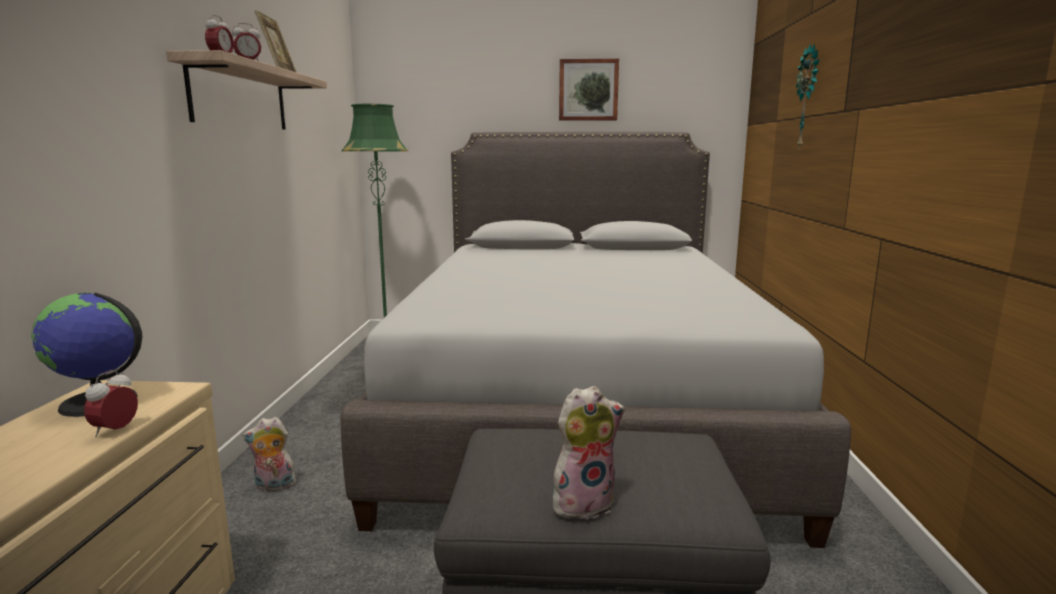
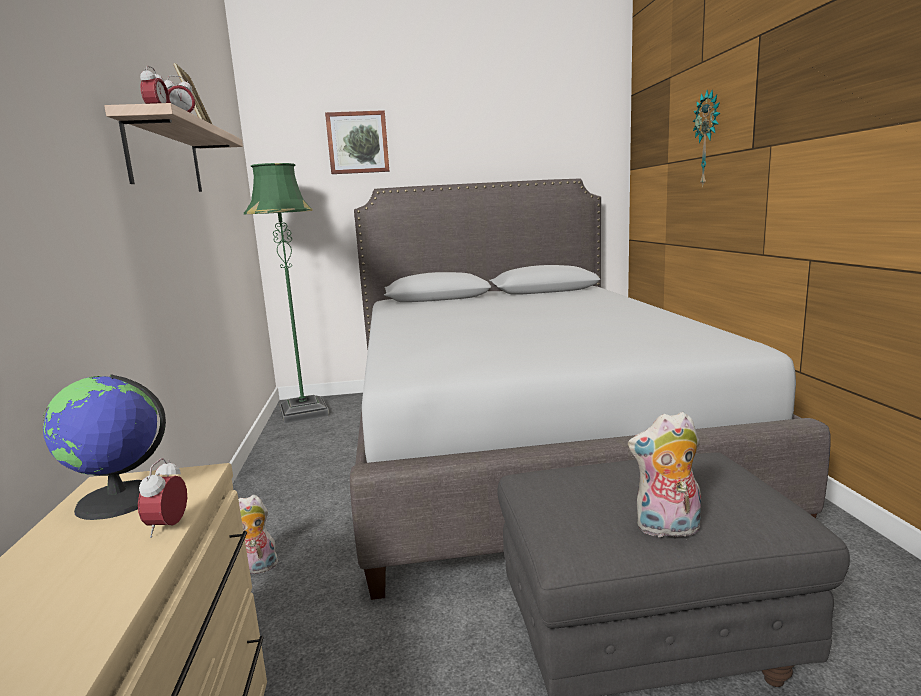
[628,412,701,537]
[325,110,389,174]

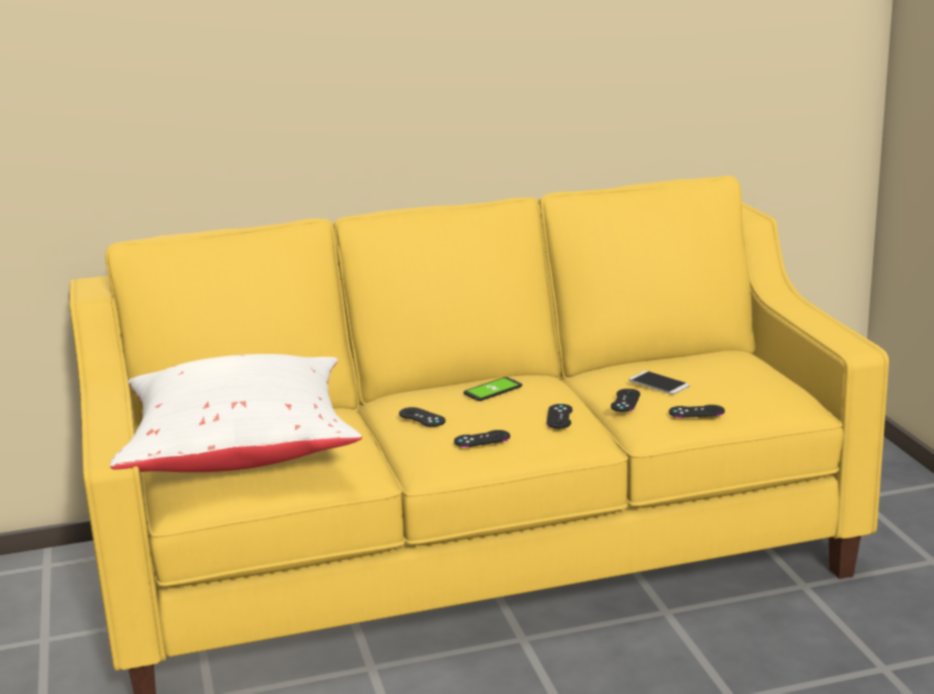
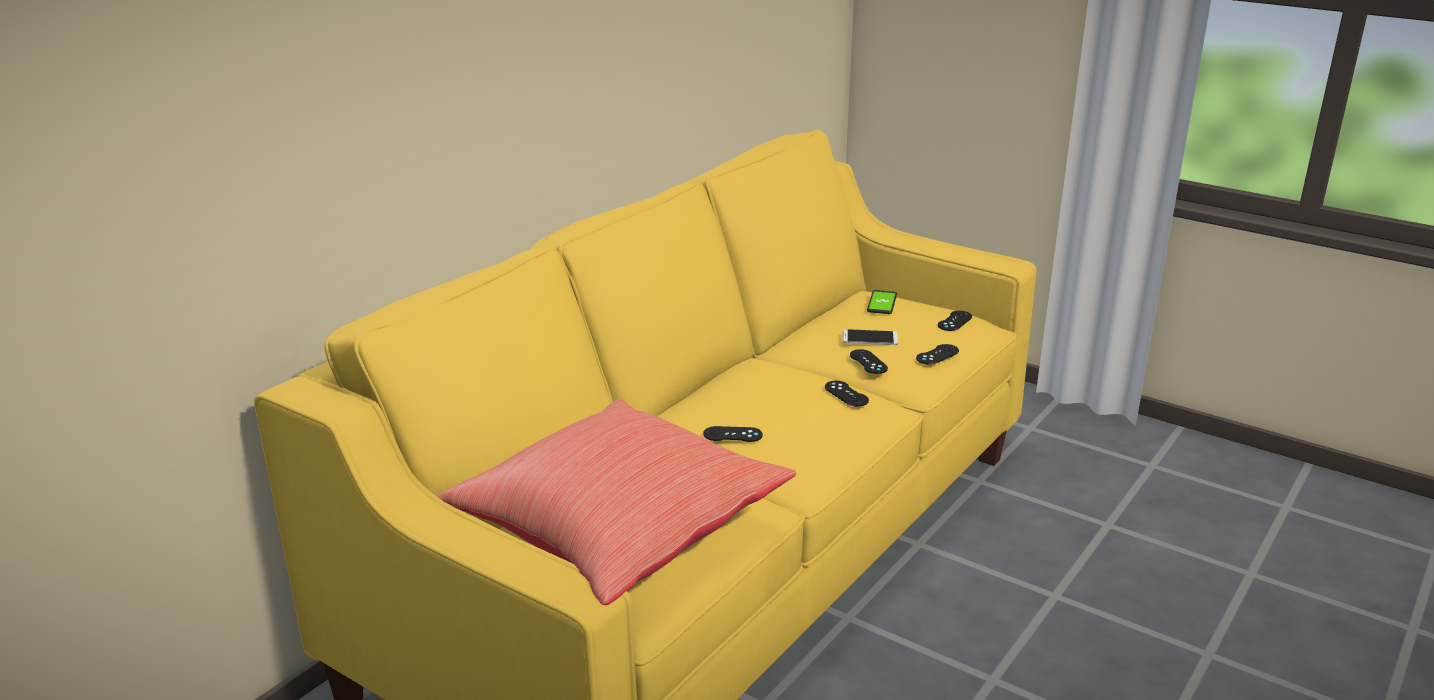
[437,398,796,605]
[938,311,972,331]
[867,290,897,314]

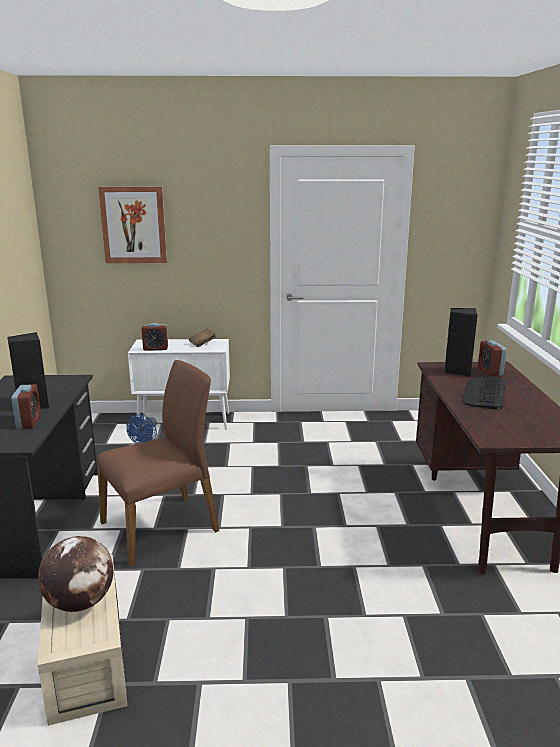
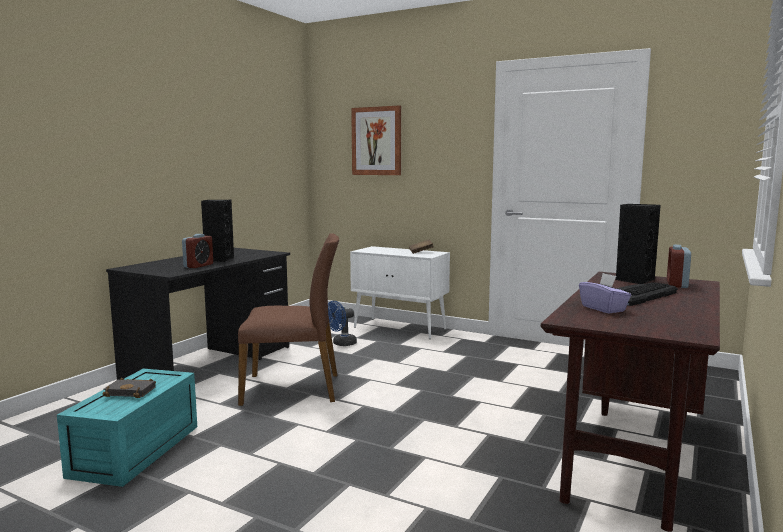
[103,377,156,398]
[57,369,197,487]
[141,323,168,351] (first image)
[579,273,632,313]

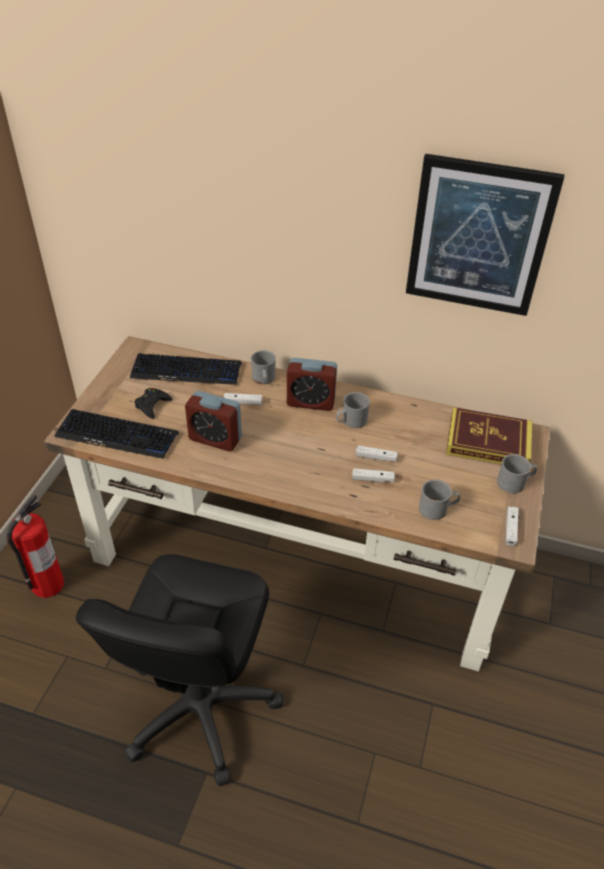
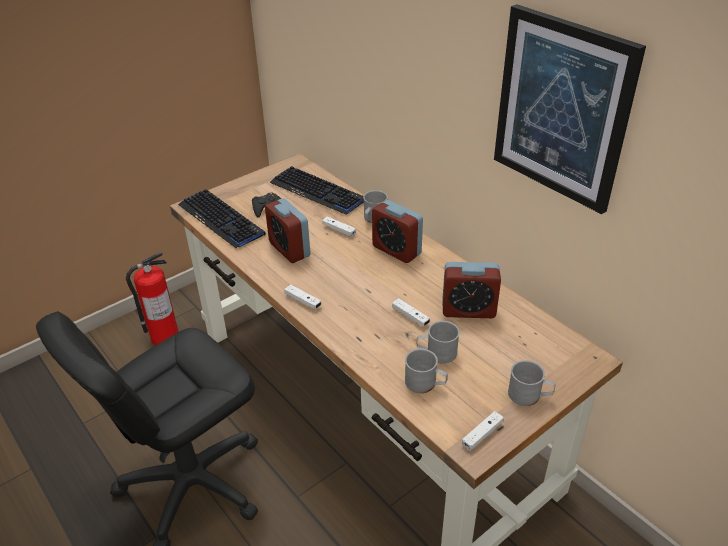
[417,321,460,364]
[284,284,321,309]
[446,407,532,465] (first image)
[442,262,501,318]

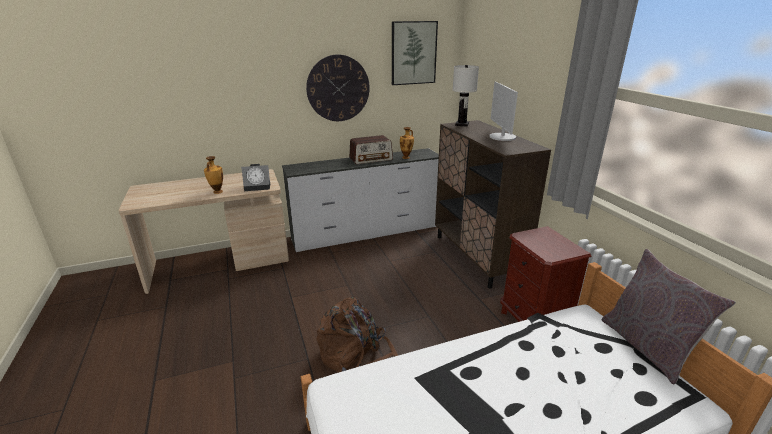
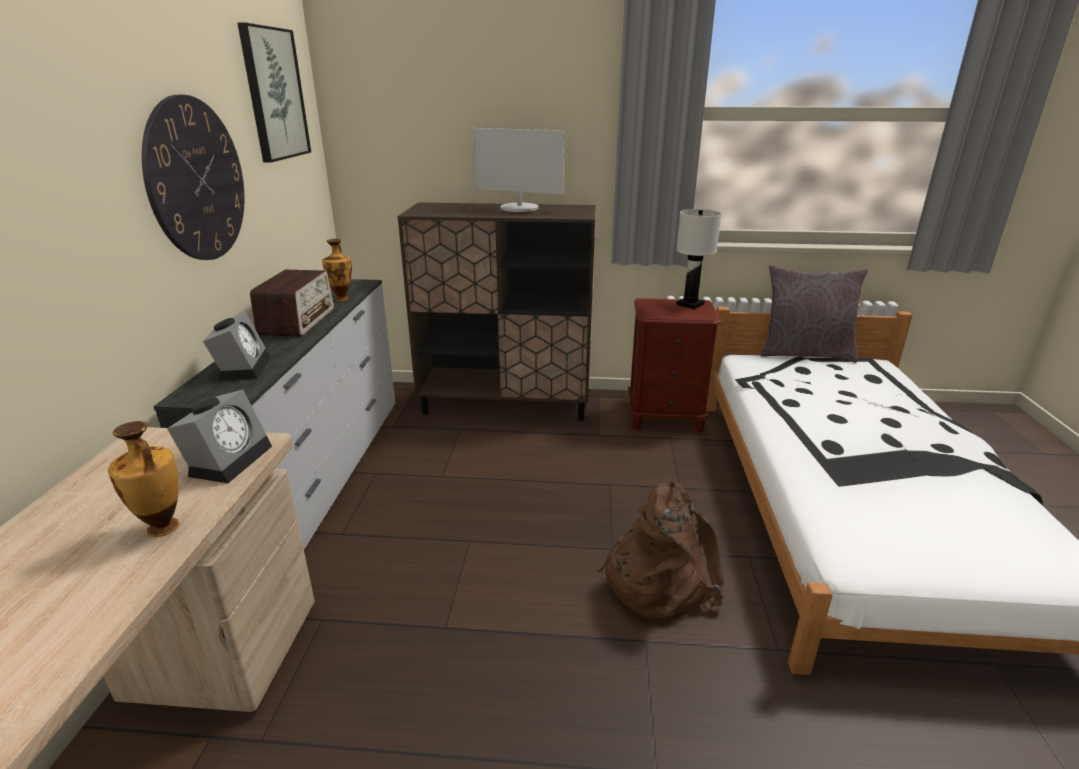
[676,209,721,309]
[203,312,271,381]

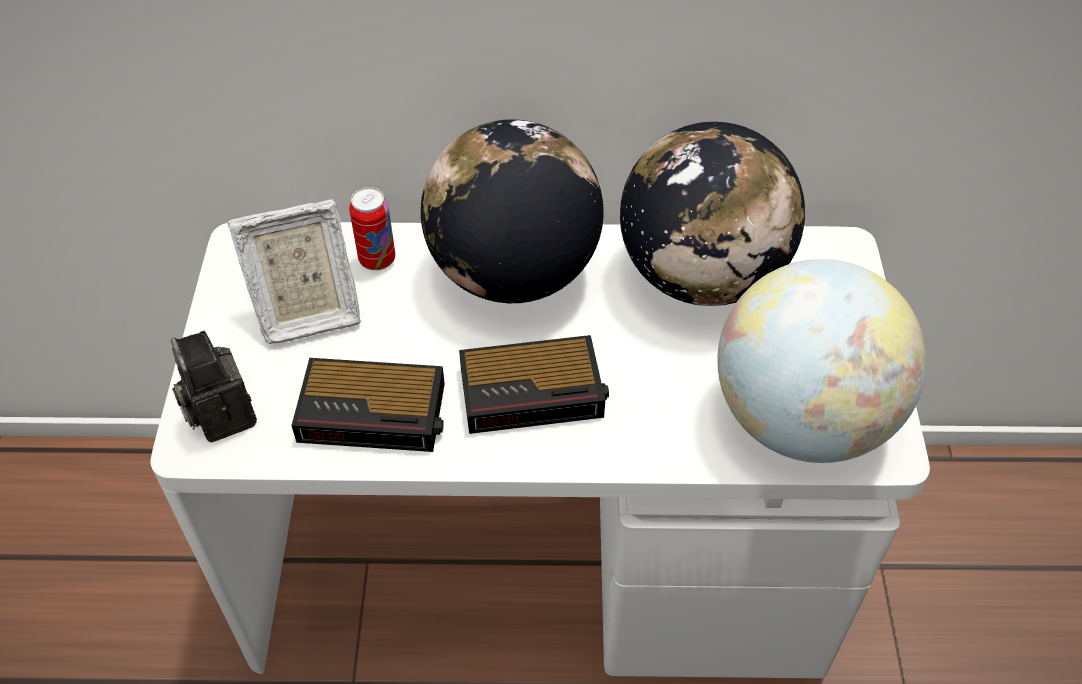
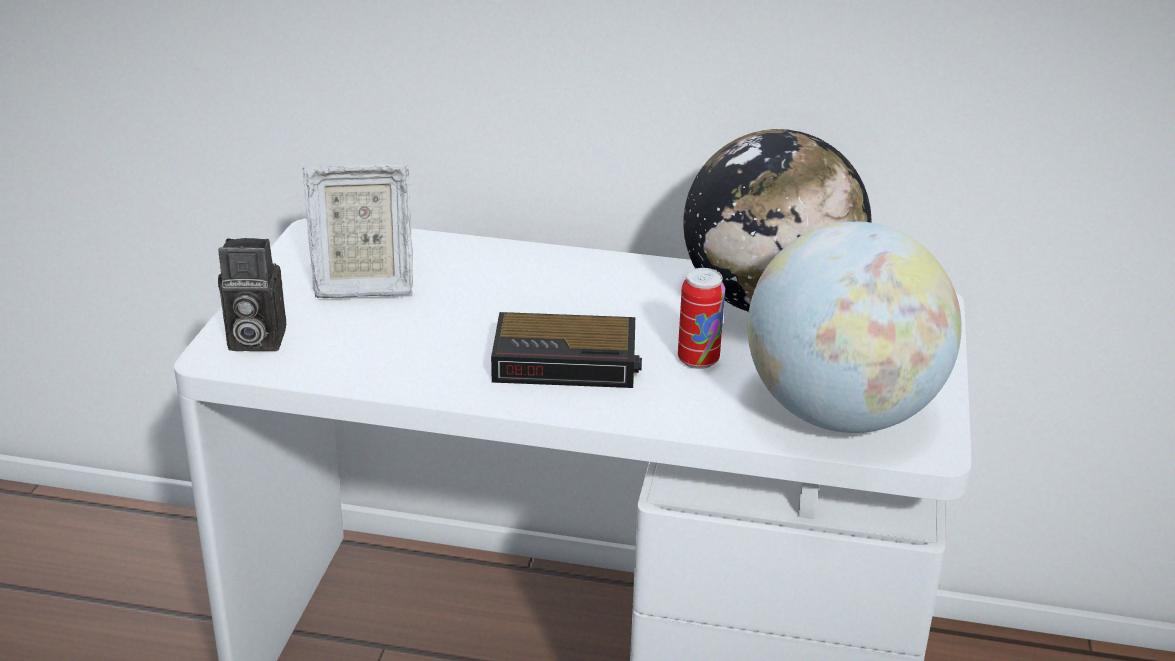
[218,238,286,351]
[291,358,445,452] (first image)
[678,268,725,369]
[421,120,604,303] (first image)

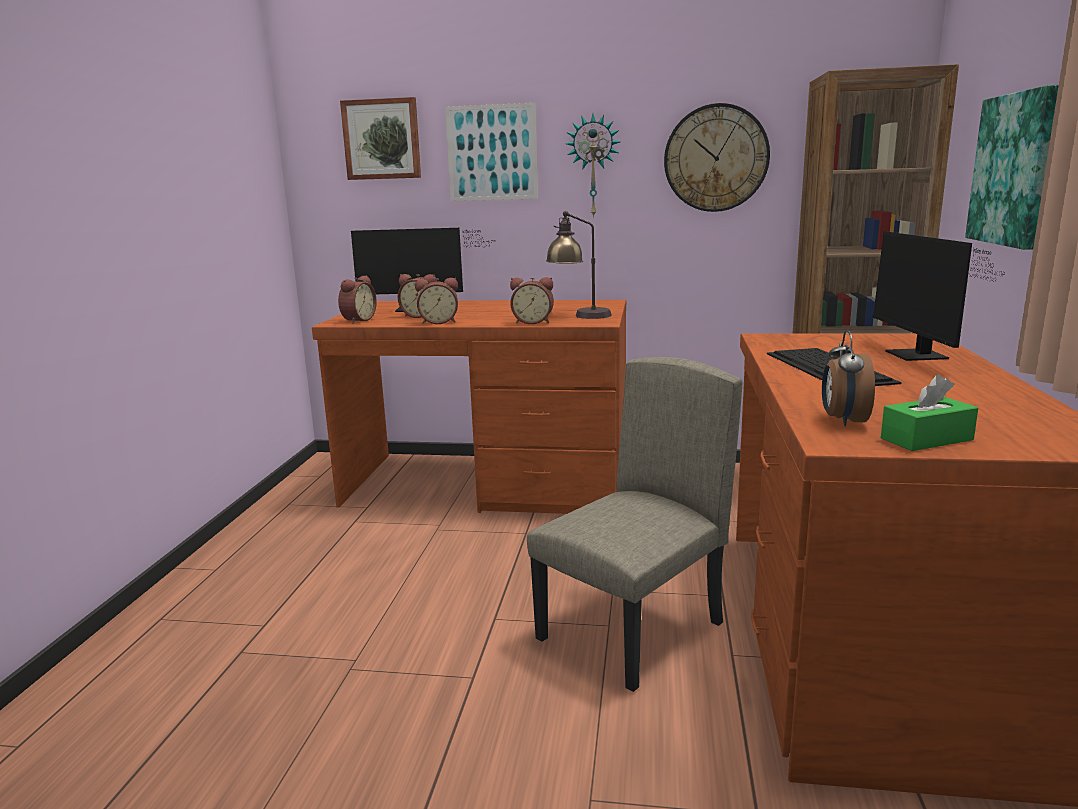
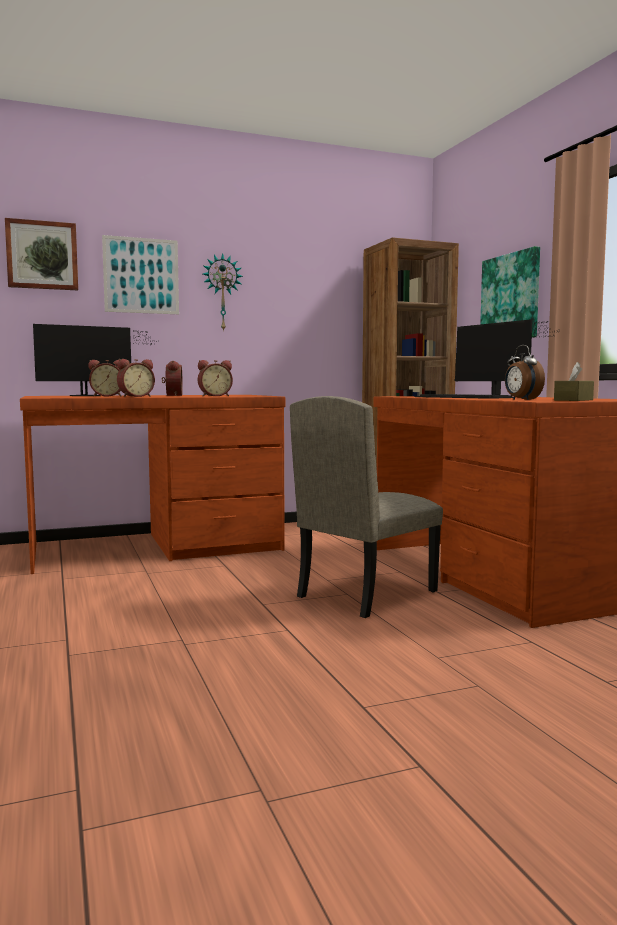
[162,361,183,396]
[290,396,443,618]
[546,211,612,319] (first image)
[664,103,770,212] (first image)
[554,362,594,401]

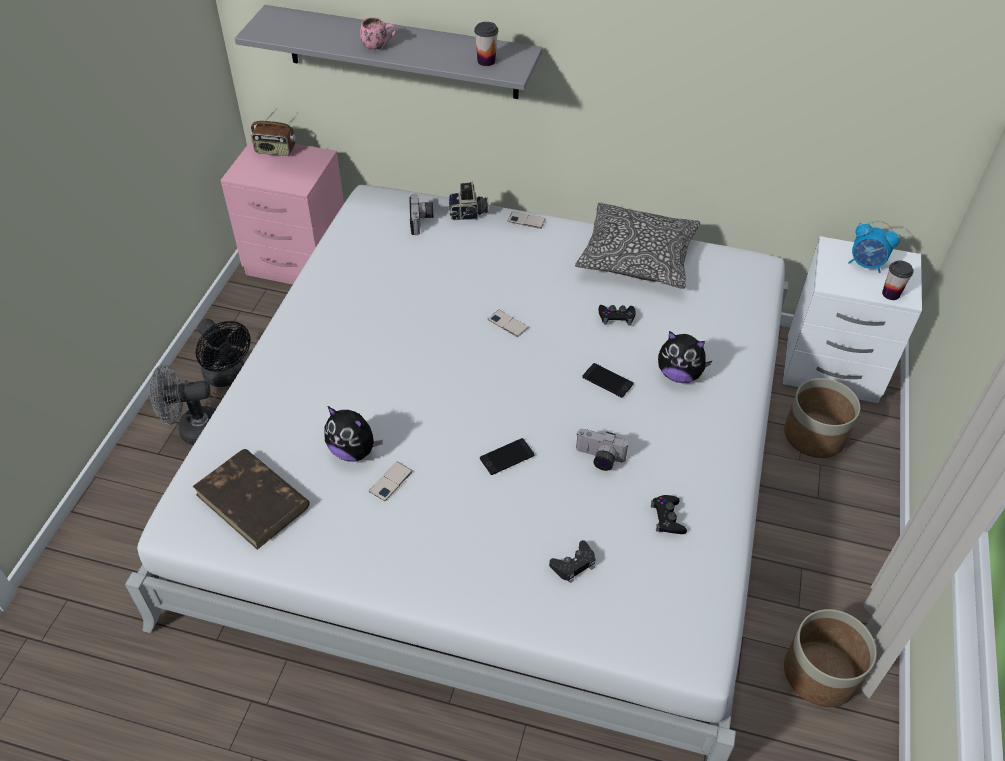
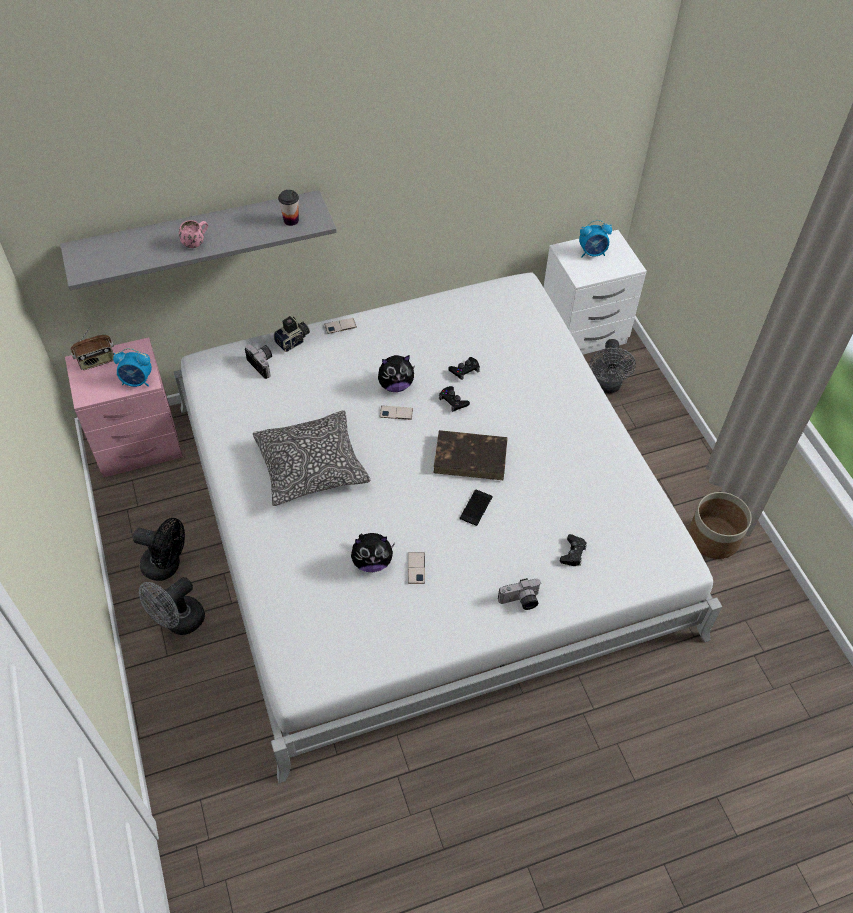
[434,430,508,481]
[253,410,370,506]
[498,578,541,610]
[582,363,633,398] (first image)
[439,386,470,412]
[378,355,415,392]
[590,339,636,393]
[882,260,914,300] (first image)
[113,348,152,387]

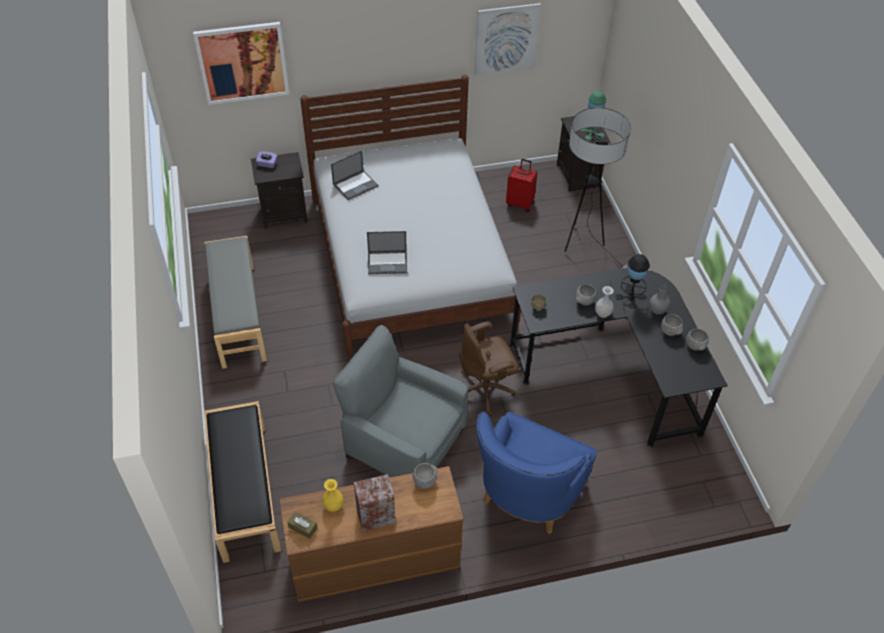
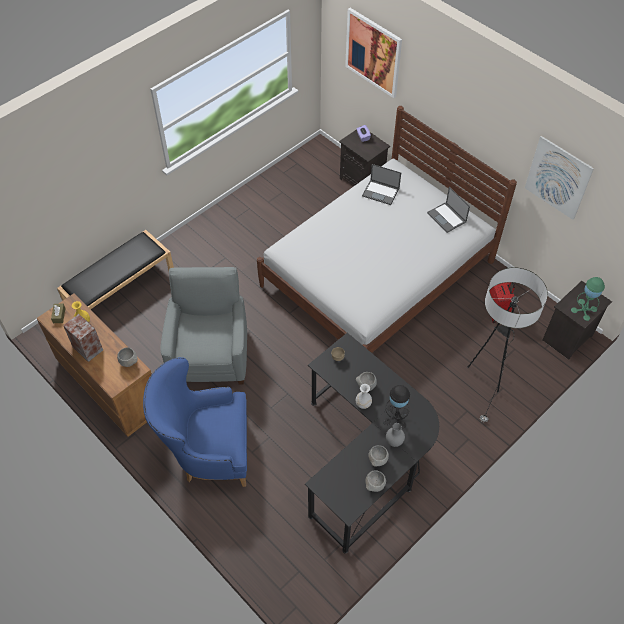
[204,236,267,369] (first image)
[427,187,470,233]
[459,321,519,416] (first image)

